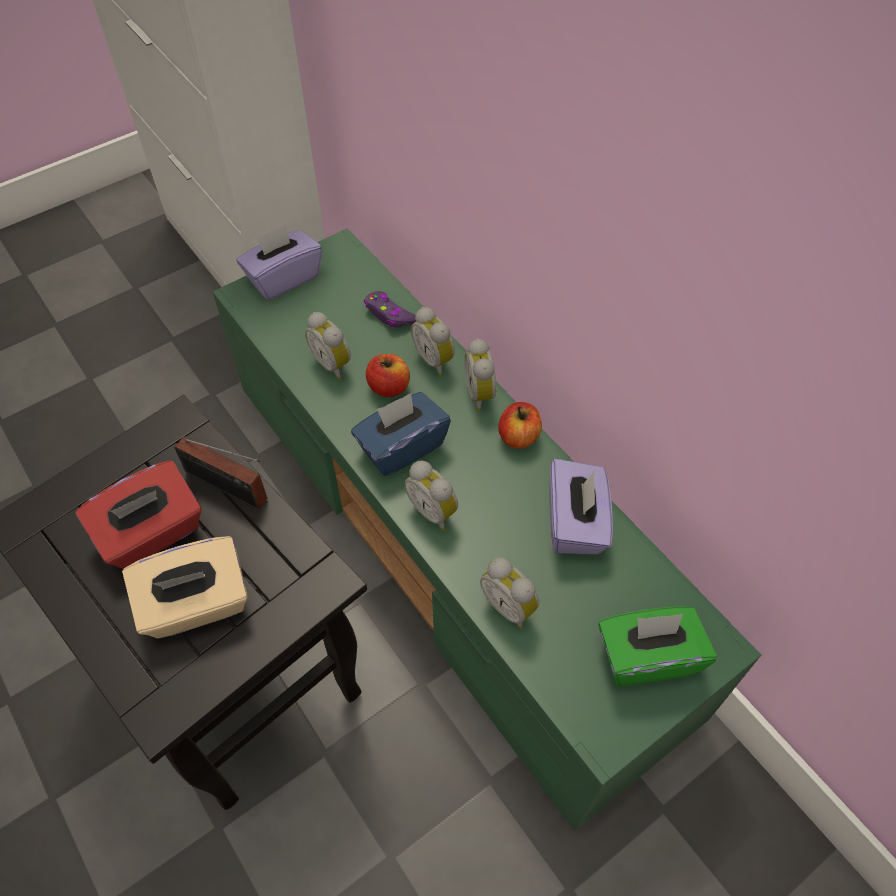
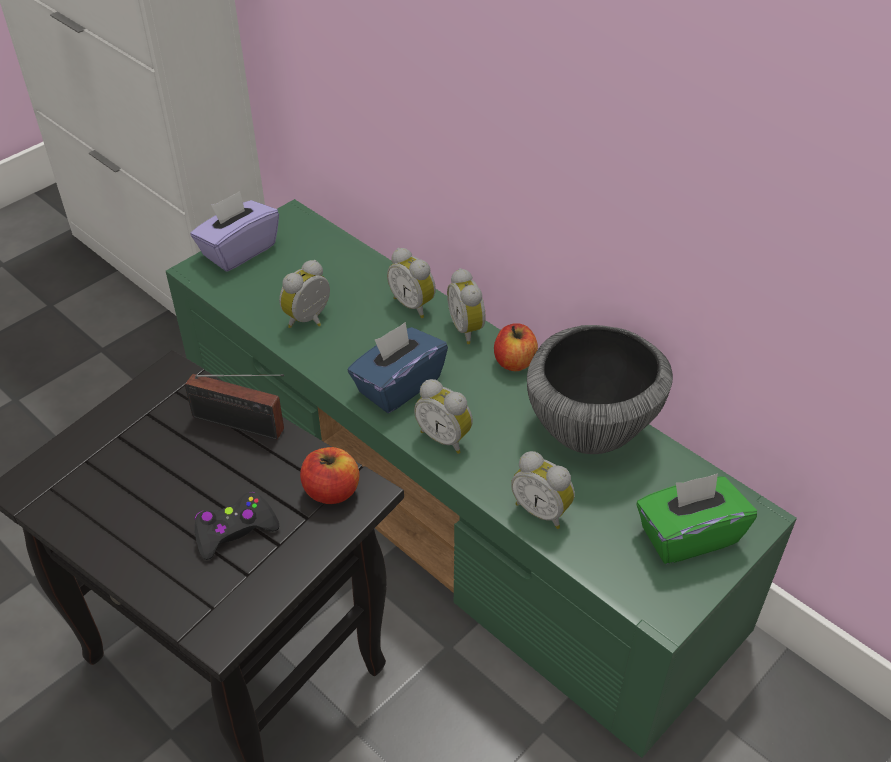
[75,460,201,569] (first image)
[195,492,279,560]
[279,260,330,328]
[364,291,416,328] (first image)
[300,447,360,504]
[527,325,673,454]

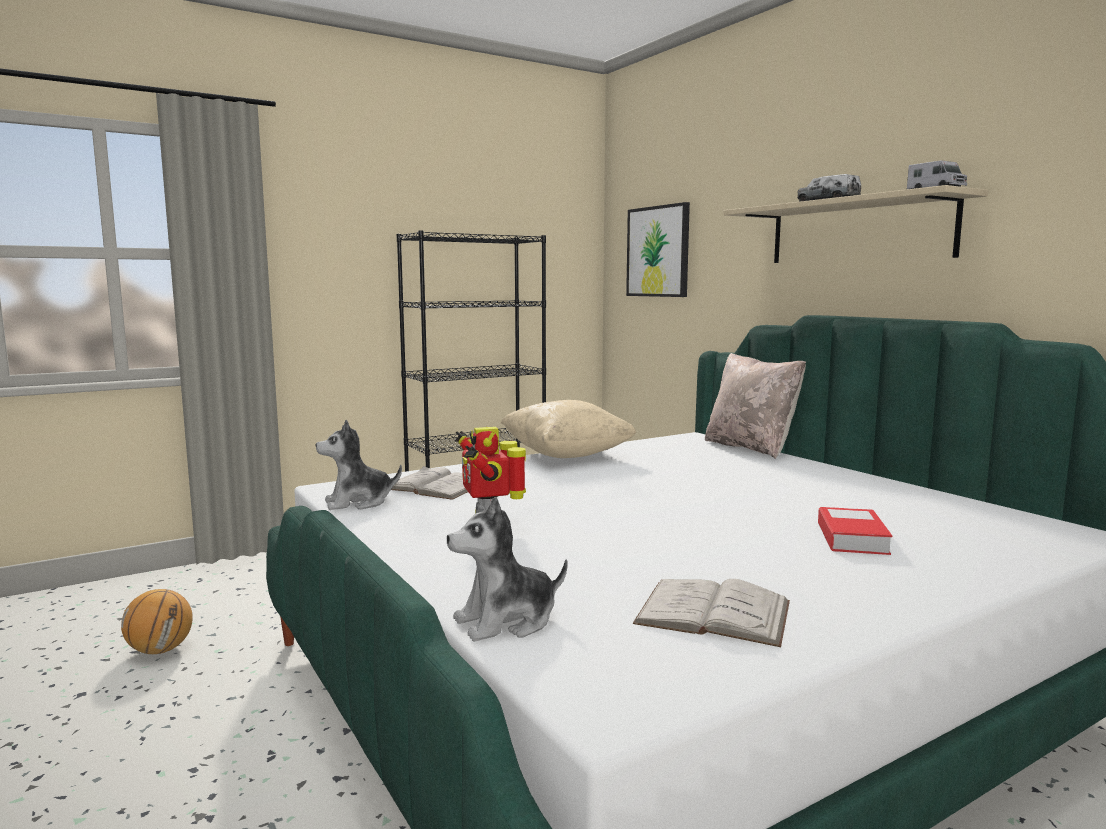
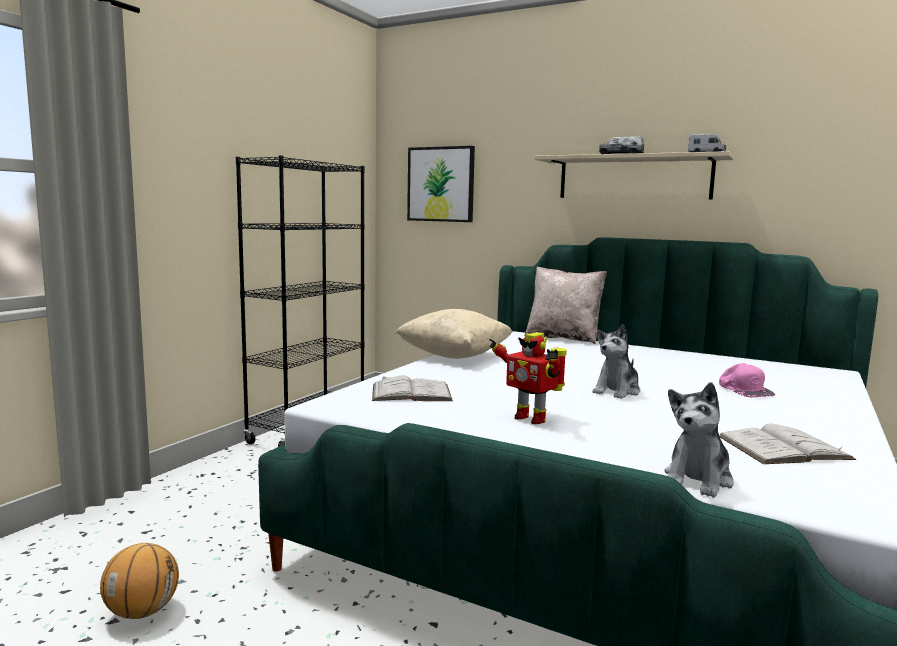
[592,324,640,399]
[719,363,776,397]

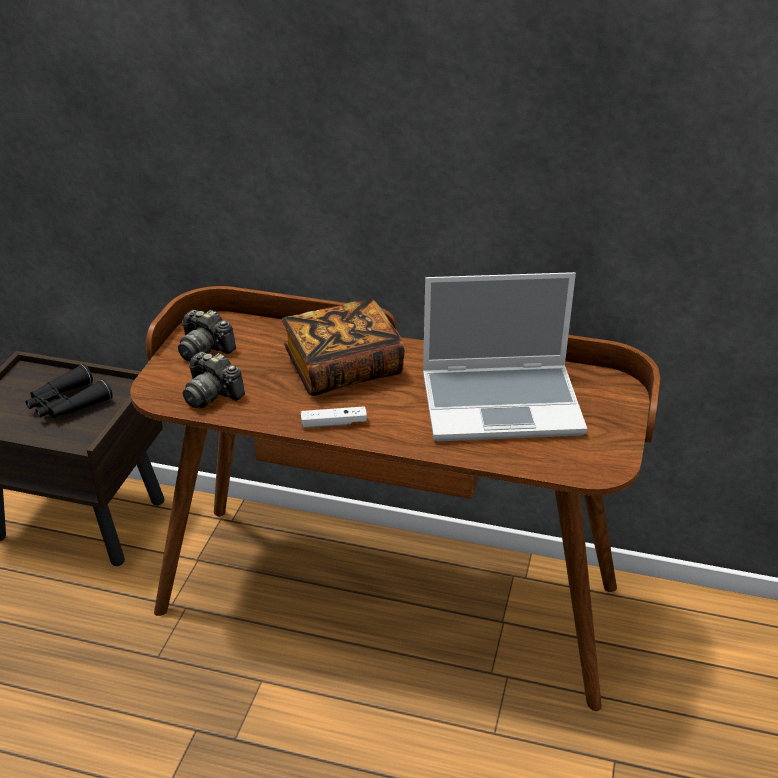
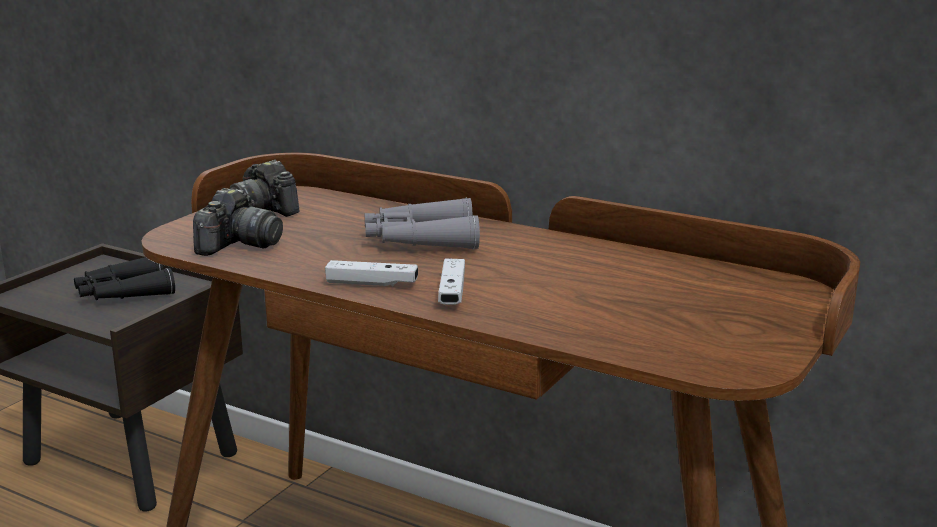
[193,188,283,256]
[365,197,480,250]
[423,272,587,441] (first image)
[438,259,465,305]

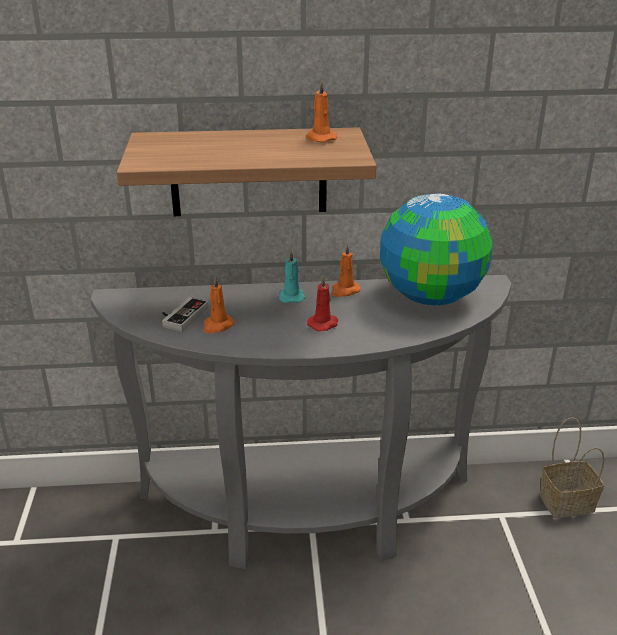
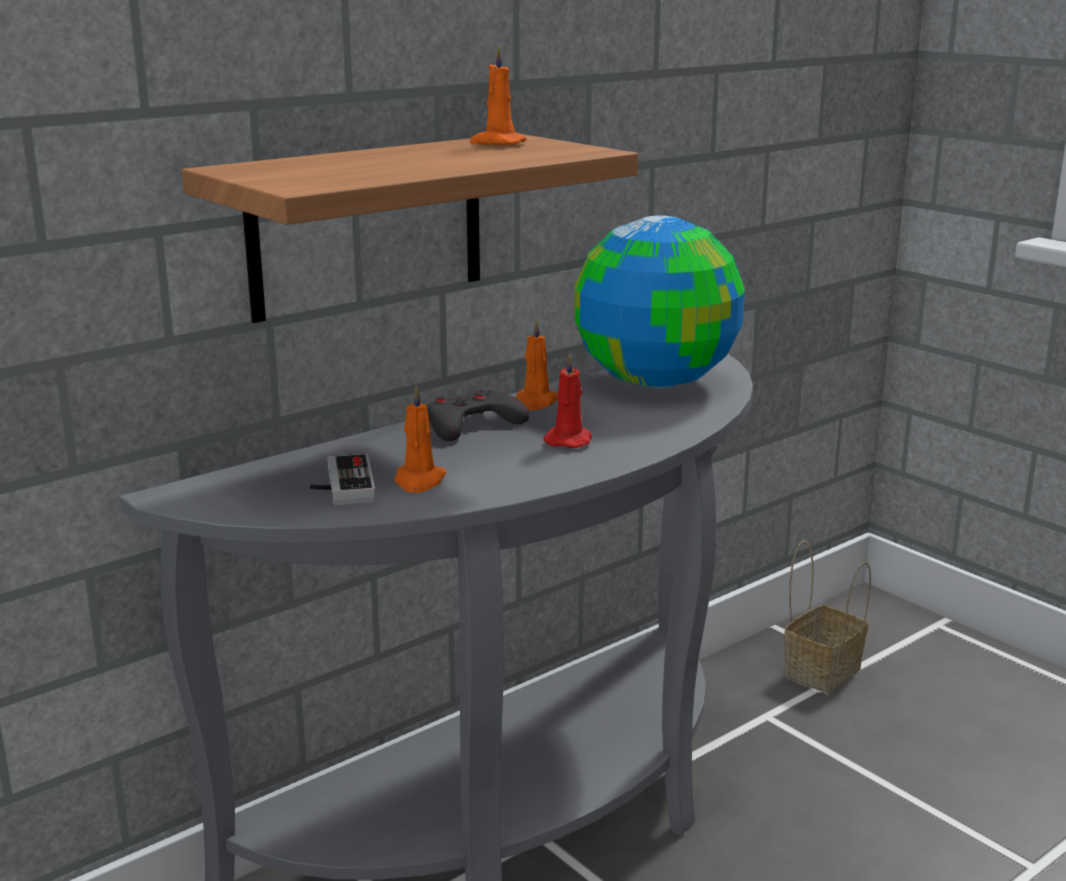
[427,390,530,441]

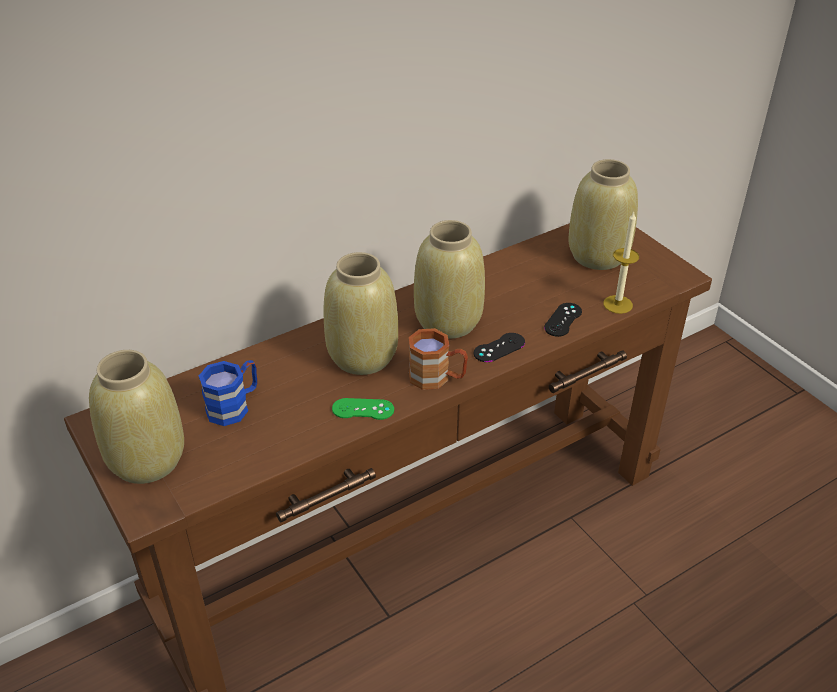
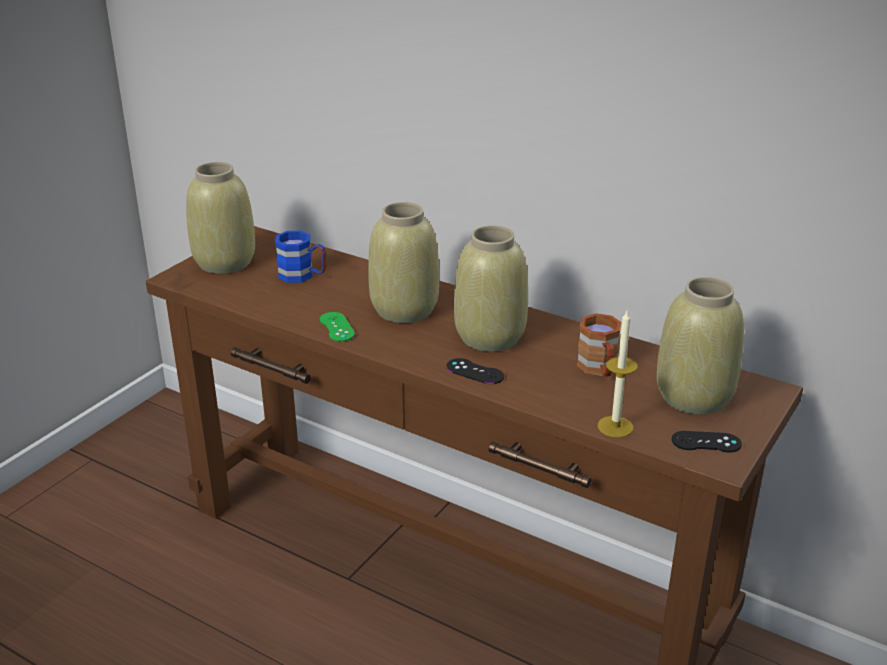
[577,313,622,377]
[672,431,742,452]

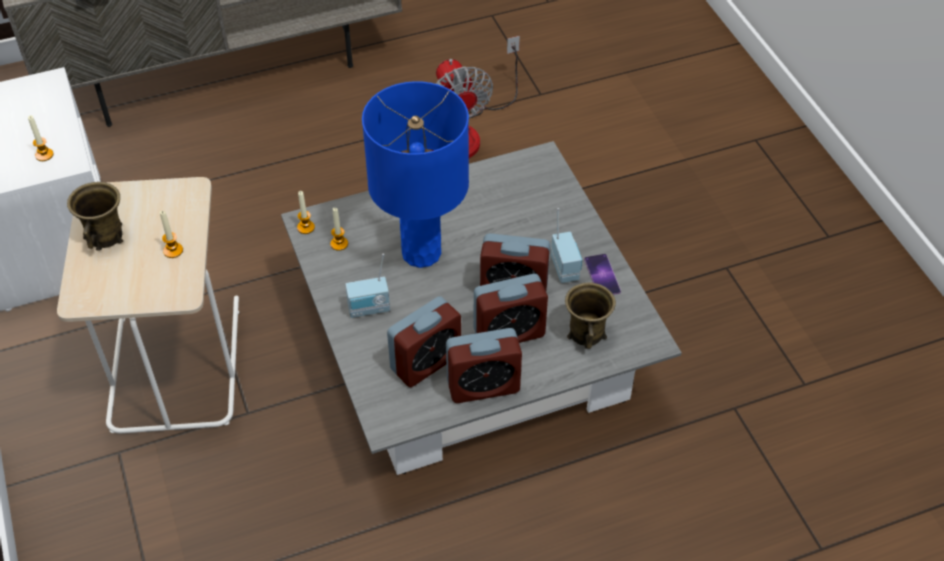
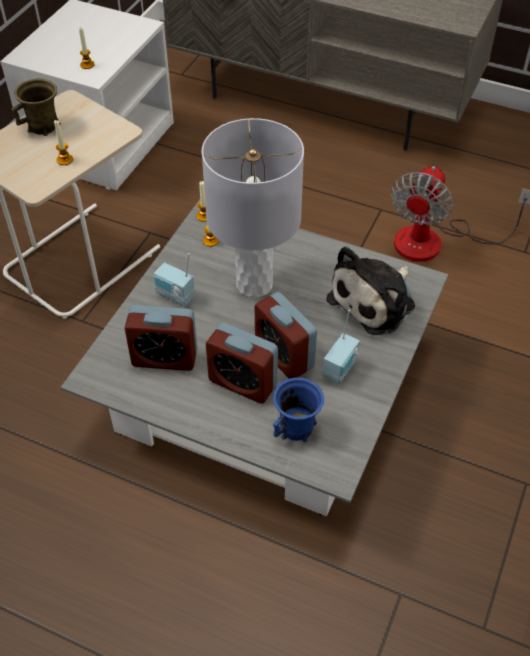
[201,118,304,298]
[446,328,522,403] (first image)
[273,378,324,442]
[584,254,621,295] (first image)
[326,246,415,335]

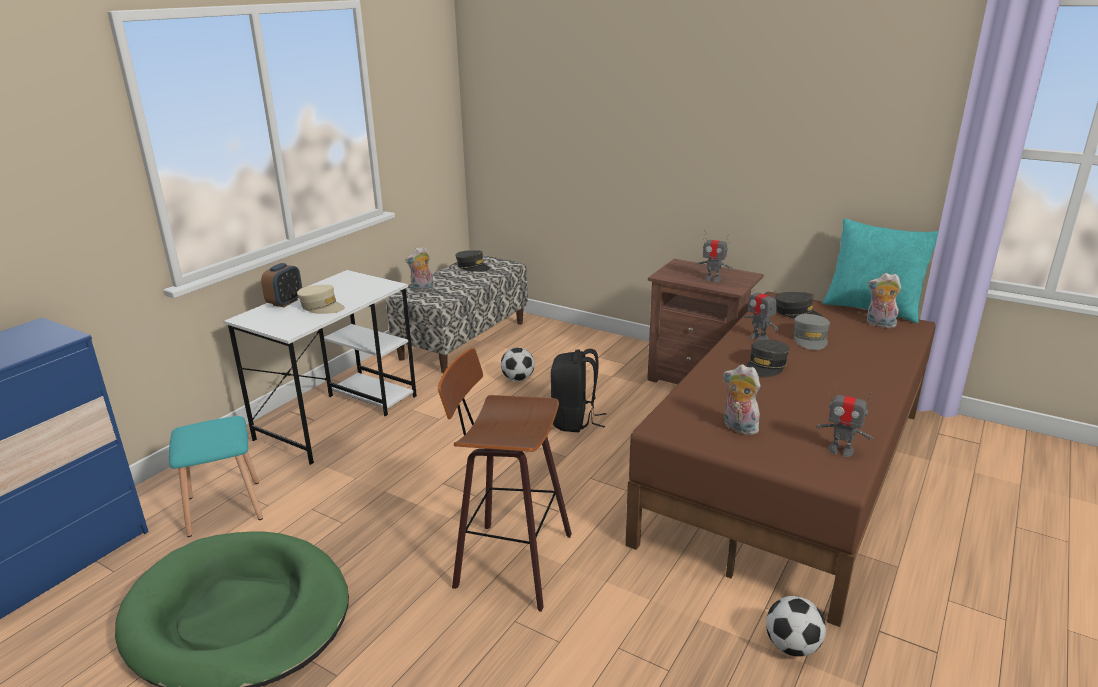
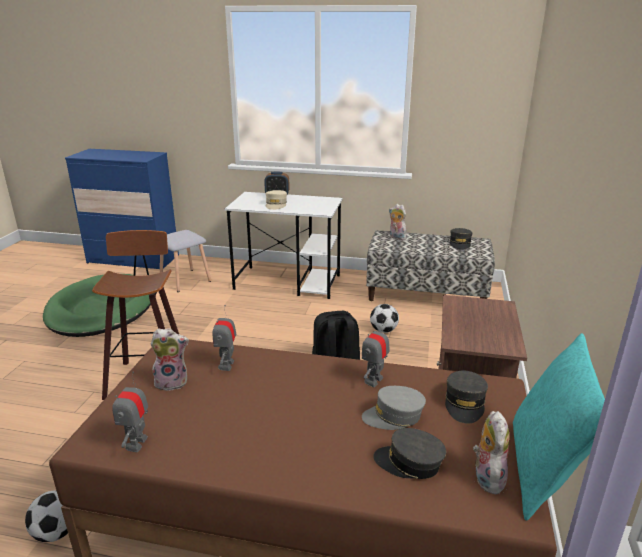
[160,230,211,292]
[213,305,236,371]
[151,328,189,391]
[373,428,446,479]

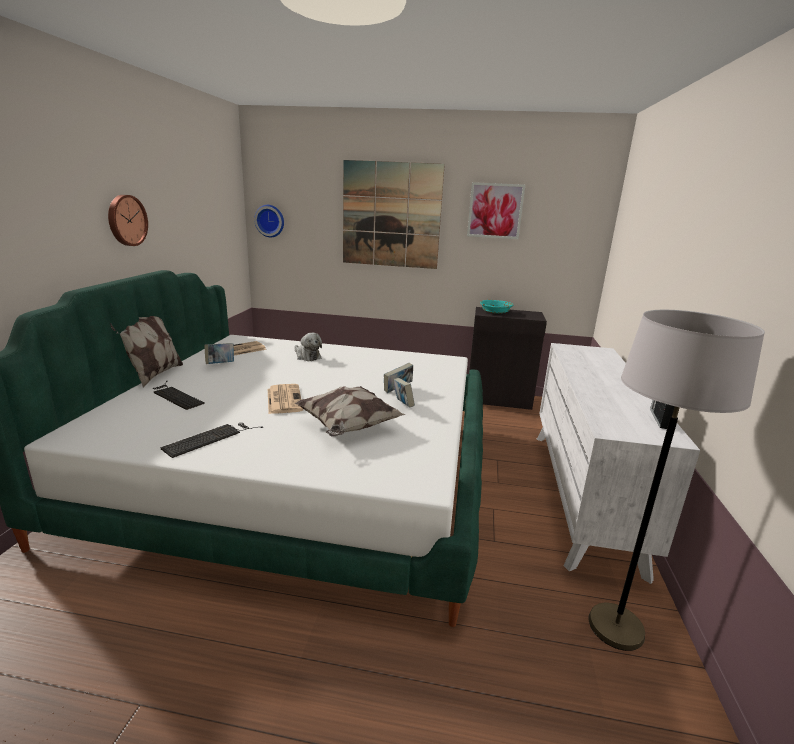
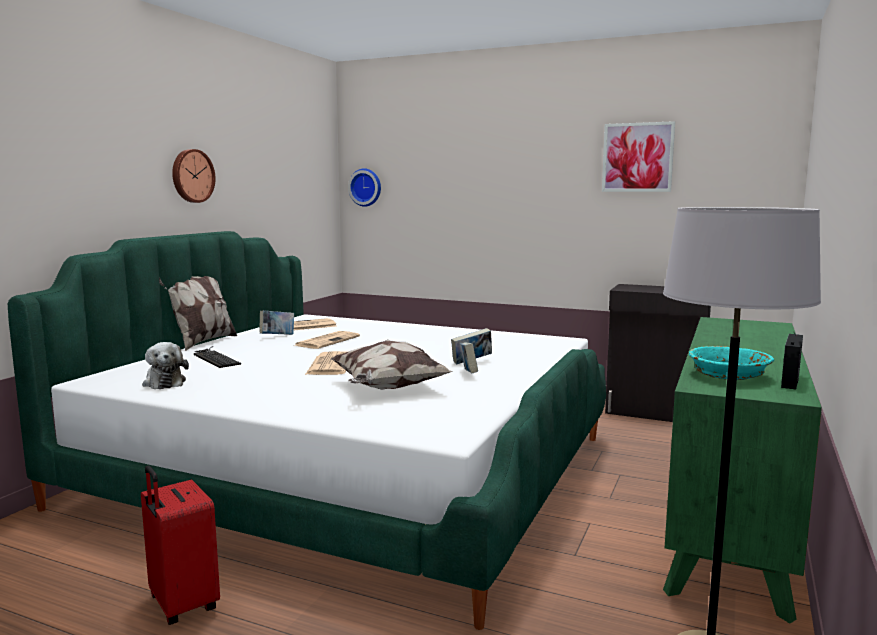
[160,423,263,458] (first image)
[142,342,189,389]
[343,160,445,269] (first image)
[689,346,774,380]
[663,317,822,624]
[141,466,220,625]
[293,331,360,349]

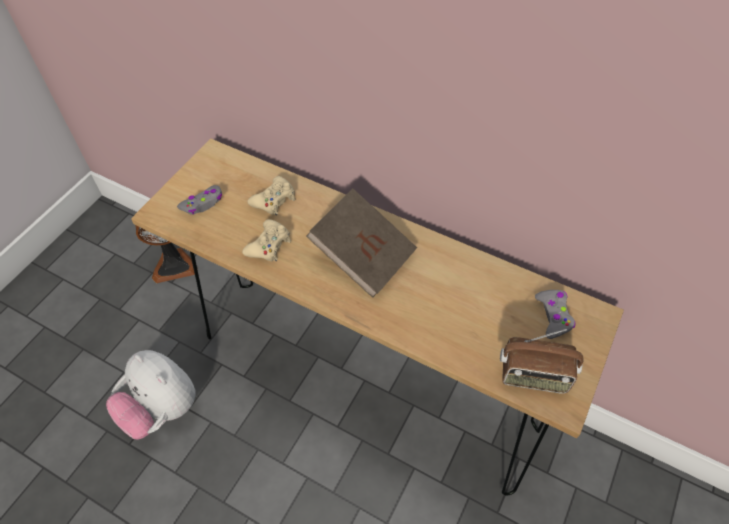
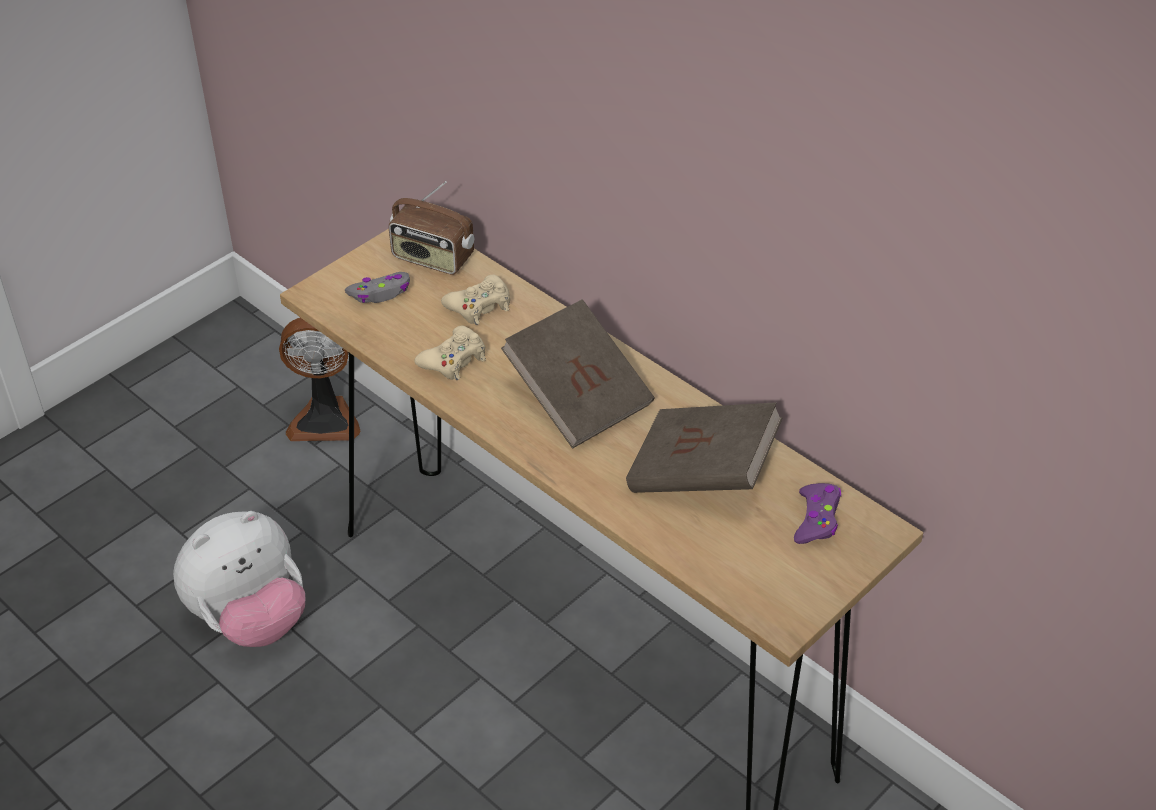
[173,511,305,647]
[389,181,474,275]
[794,483,841,544]
[626,402,782,493]

